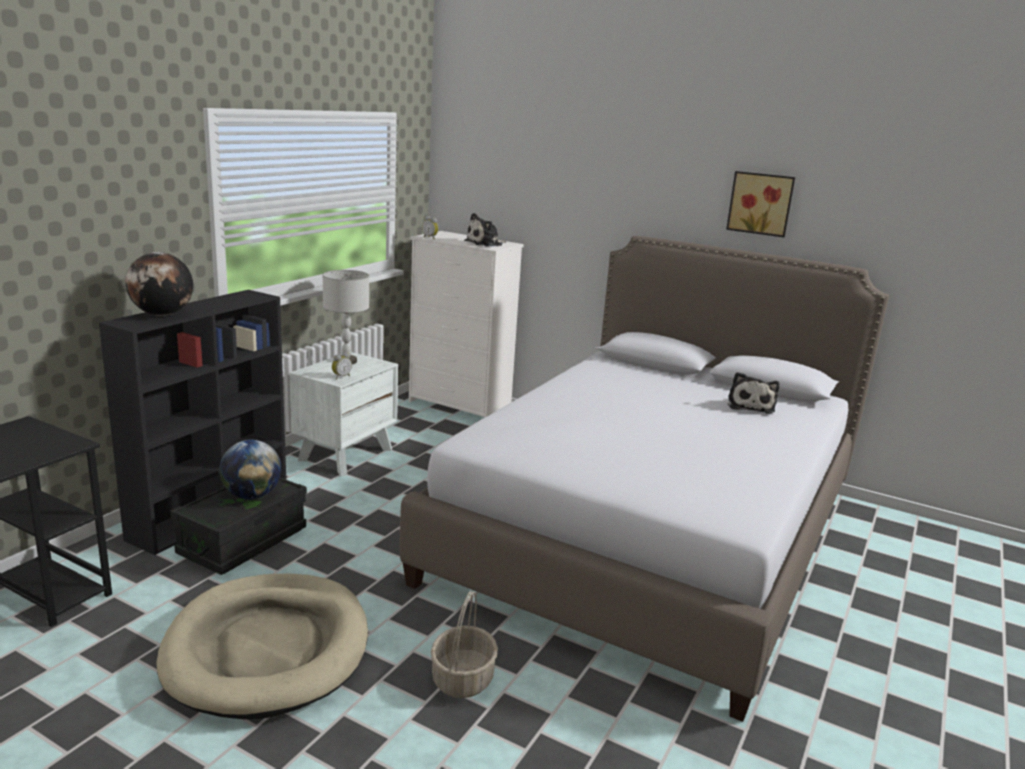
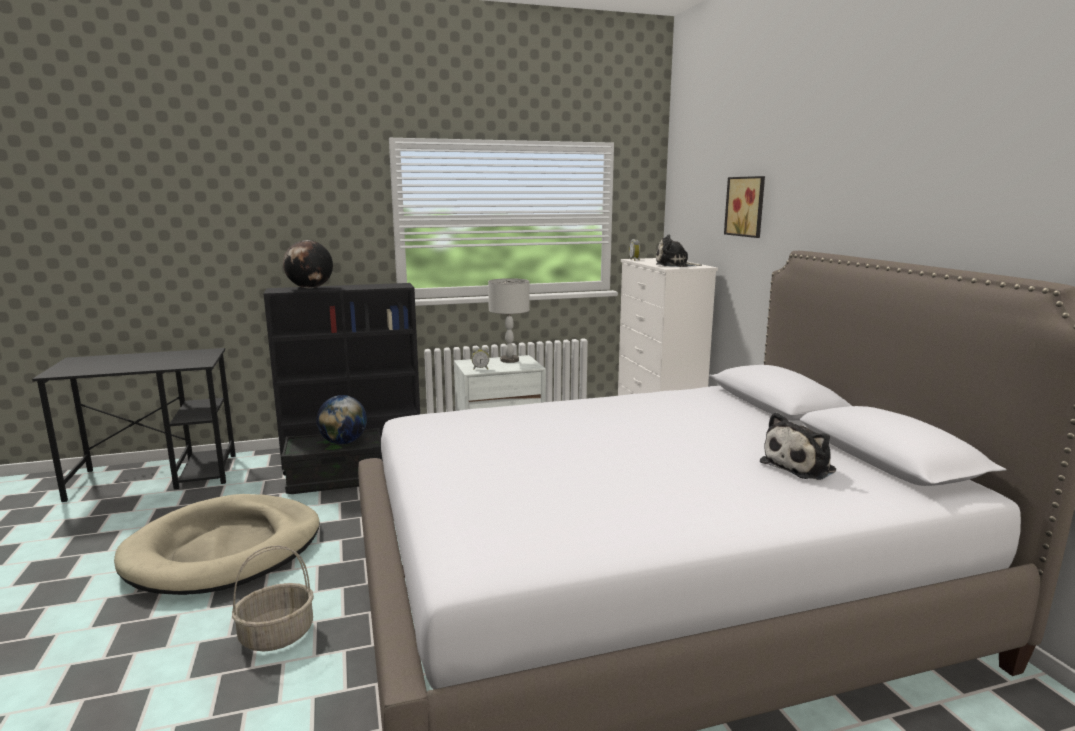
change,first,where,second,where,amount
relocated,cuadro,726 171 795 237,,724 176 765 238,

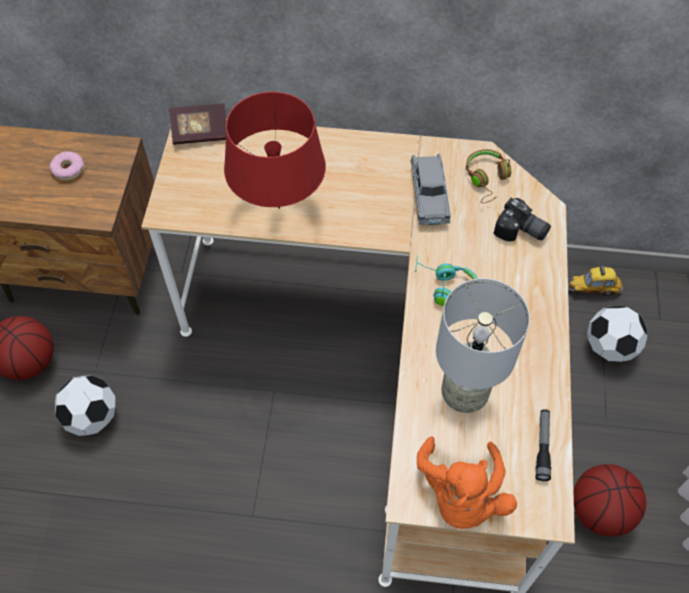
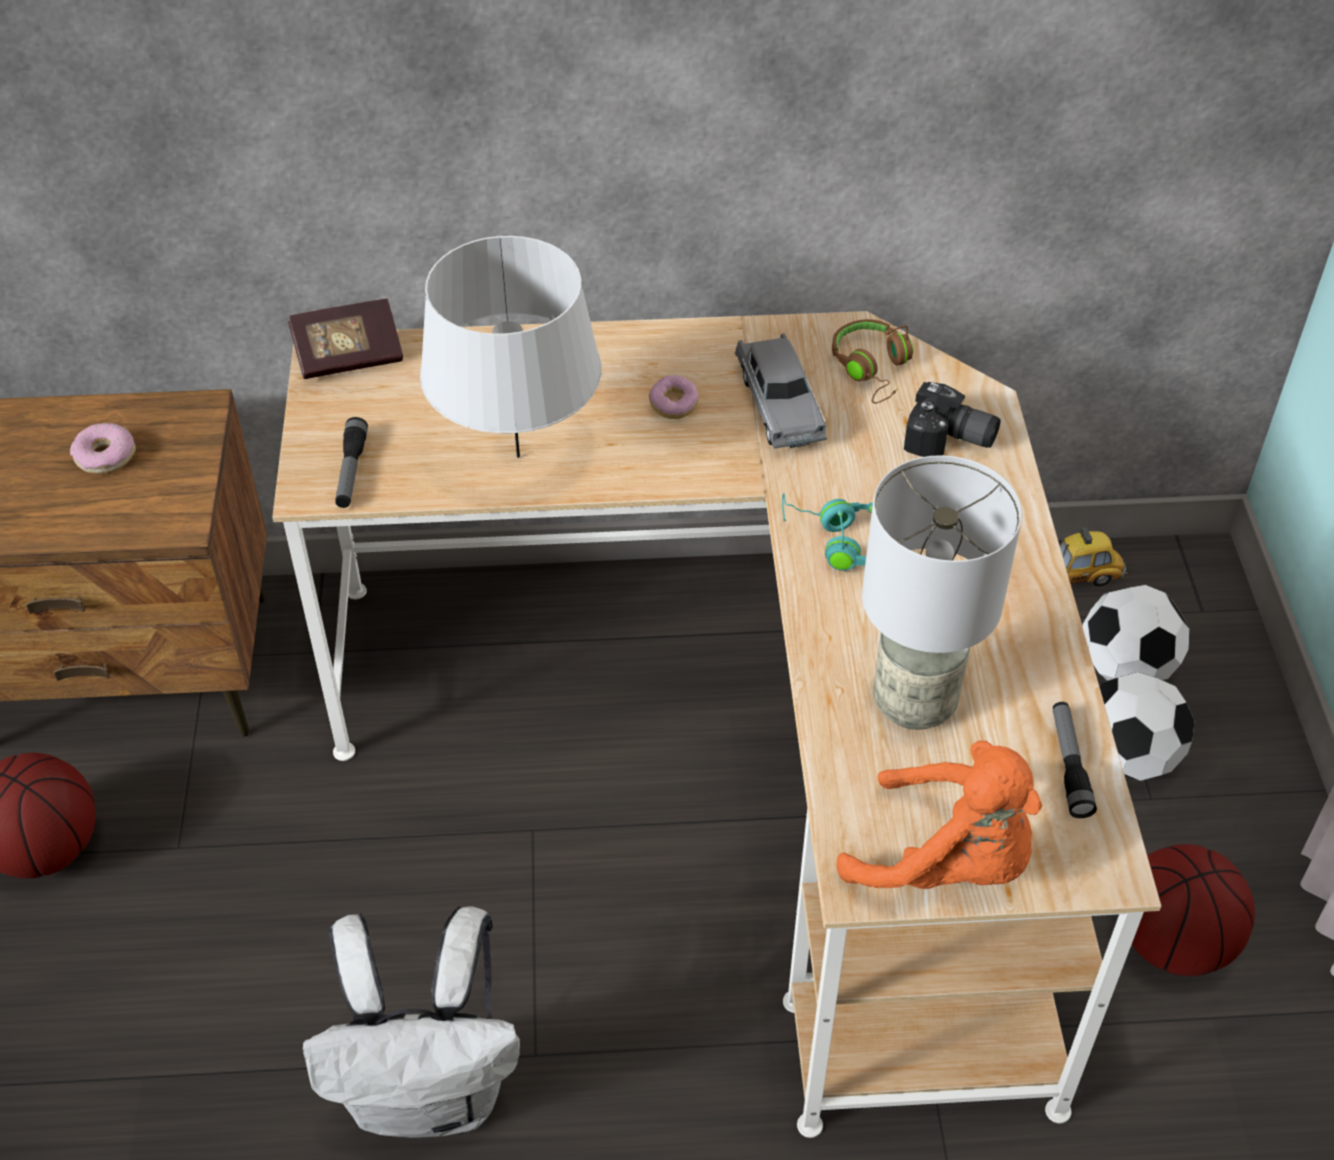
change,first,where,second,where,amount
appeared,,,mochila [blanco],303 907 520 1138,
appeared,,,linterna,335 417 368 508,
colour,lámpara de mesa [rojo],224 92 326 209,lámpara de mesa [gris],420 236 601 458,
appeared,,,rosquilla,649 375 699 419,
spun,peluche [naranja],417 436 517 529,,836 741 1042 889,60 degrees counterclockwise
relocated,balón de fútbol,54 375 115 436,,1099 672 1194 781,

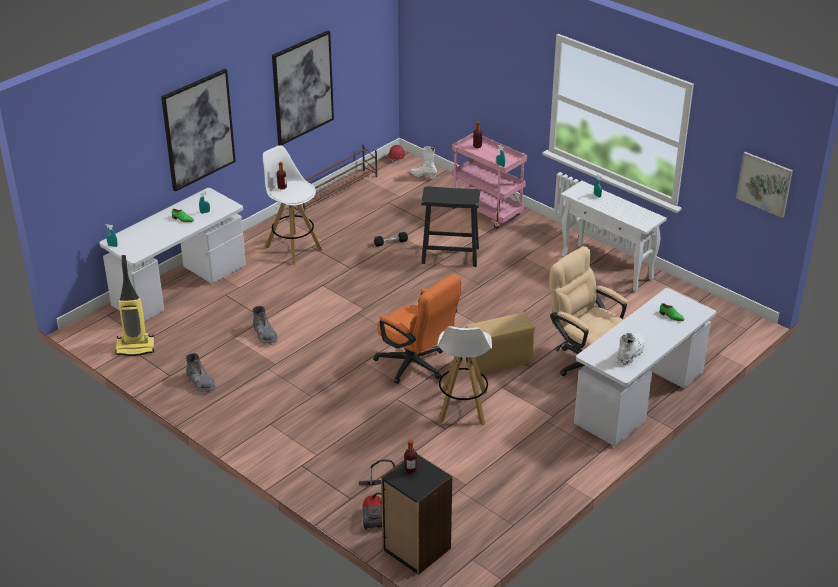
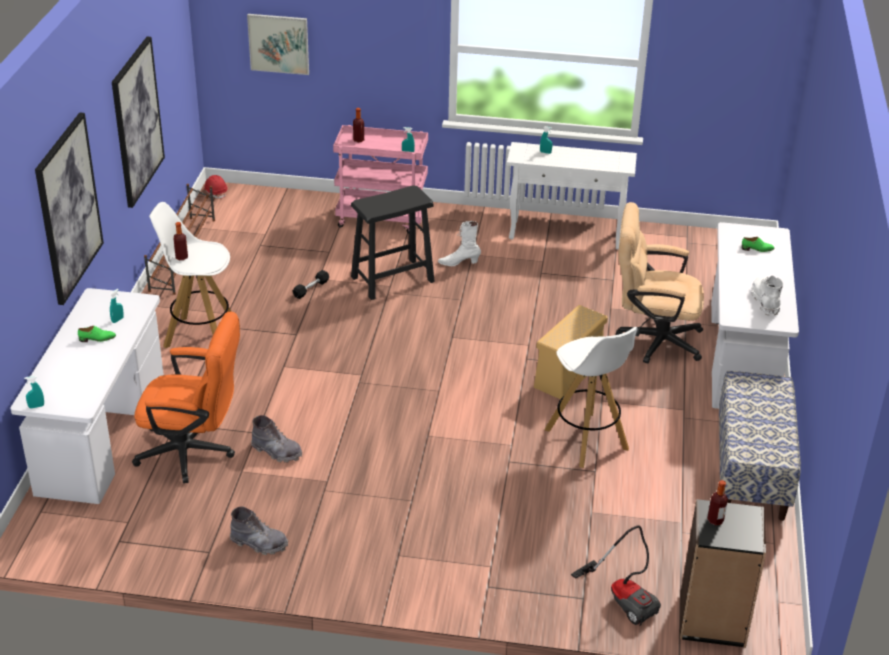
change,first,where,second,where,amount
relocated,silla de oficina [naranja],373 274 461 384,,132 312 240 483,
relocated,cuadro,736 152 793 218,,247 14 309 75,
relocated,bota [blanco],410 146 437 179,,438 221 481 266,
appeared,,,banco,719 371 801 521,
missing,aspiradora,115 255 155 356,,,

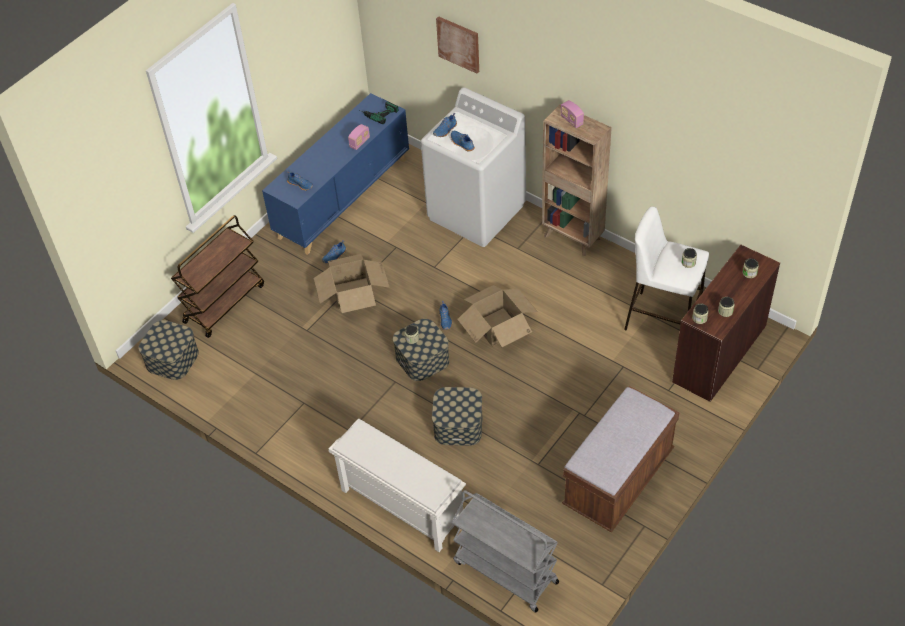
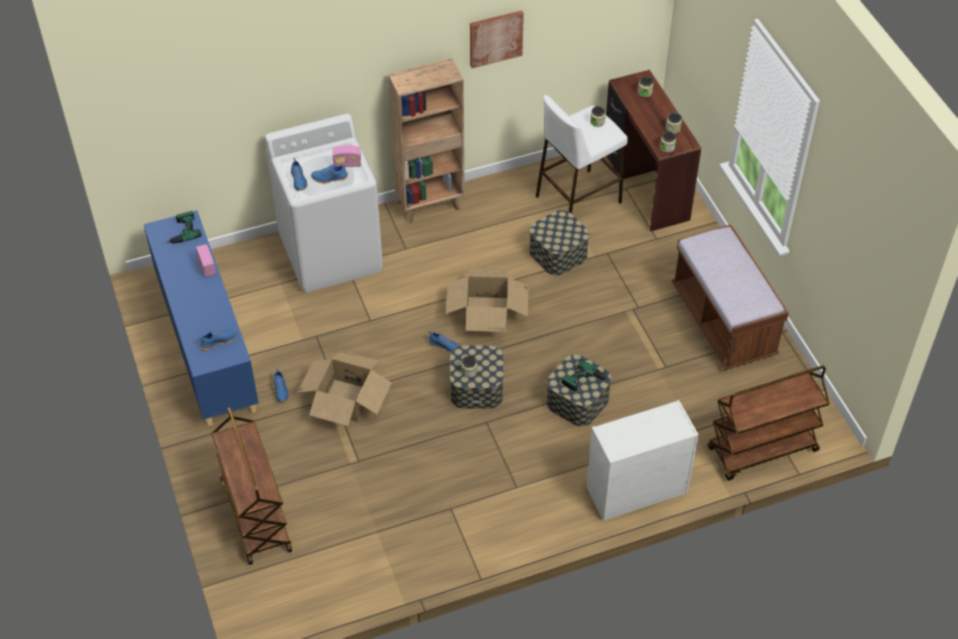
change,first,where,second,where,amount
relocated,radio,561 100 584 128,,332 145 361 167,
relocated,cuadro,436 16 479 73,,470 10 524 68,
relocated,caja de almacenaje,138 320 199 380,,529 210 590 276,
appeared,,,taladro,561 359 612 392,
exchanged,zapatero [blanco],329 419 466 552,cómoda [blanco],586 400 699 522,
colour,carrito [gris],452 490 559 613,carrito [marrón],708 366 830 481,

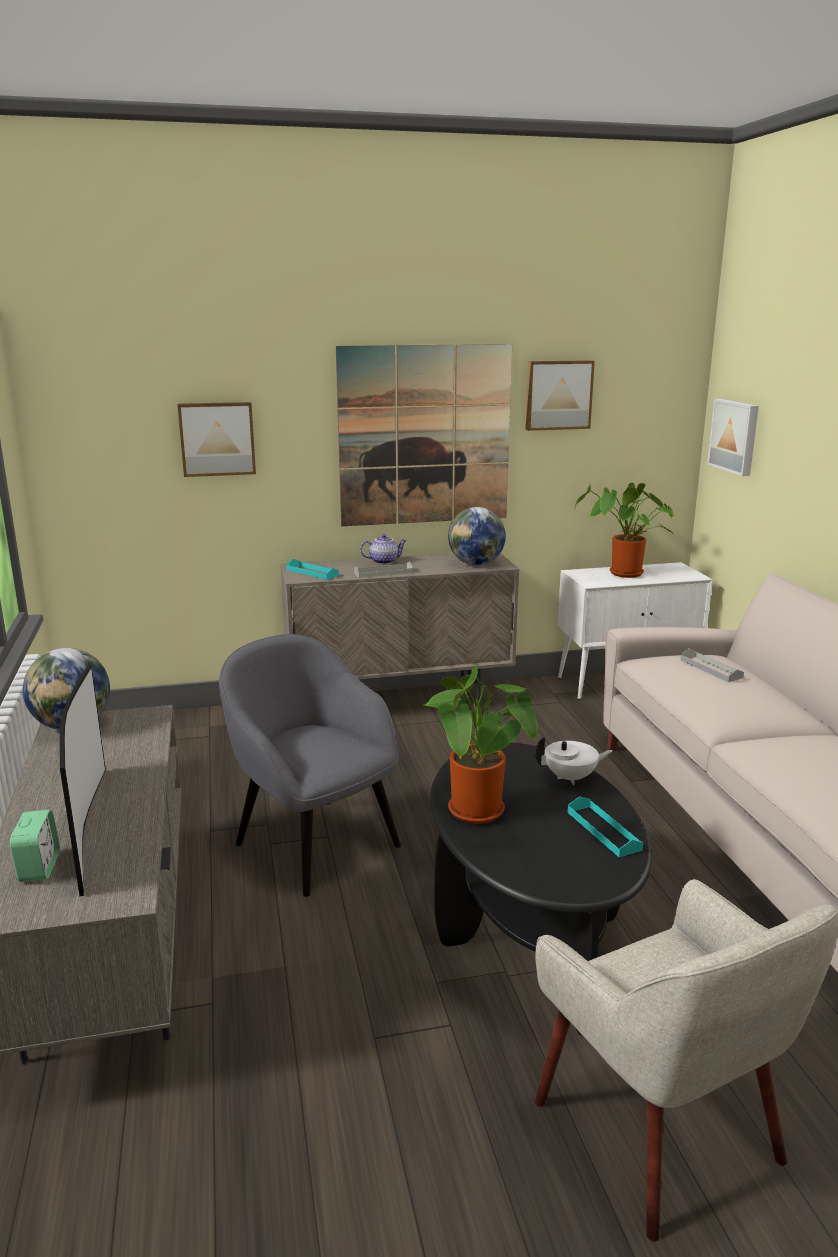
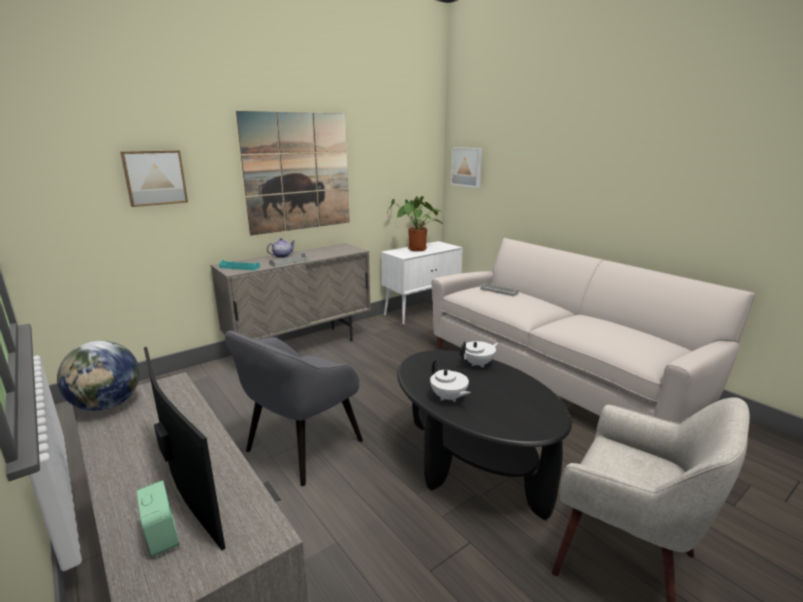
change,first,where,second,where,amount
spun,sillón [gris],219 634 401 897,,225 331 363 486,75 degrees counterclockwise
exchanged,planta en maceta,424 664 538 824,tetera [blanco],430 360 471 402,
missing,globo terráqueo,448 507 506 566,,,
missing,cuadro,525 360 595 431,,,
missing,bandeja [turquesa],567 796 643 857,,,

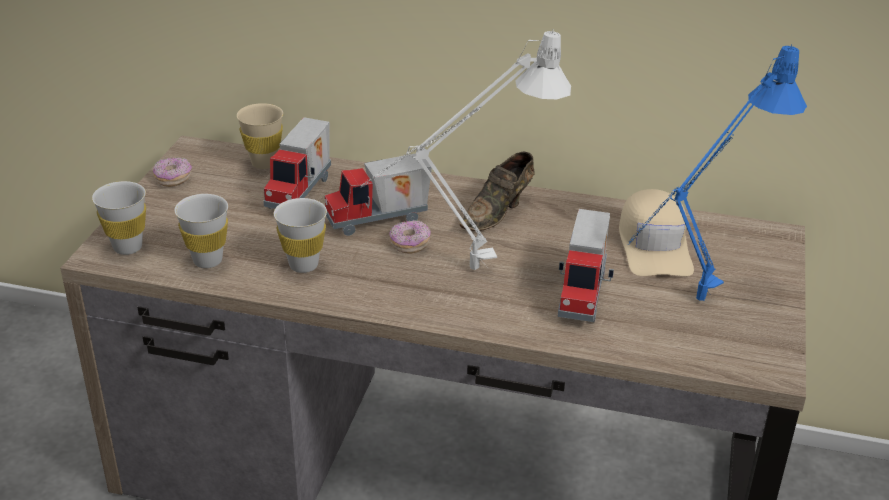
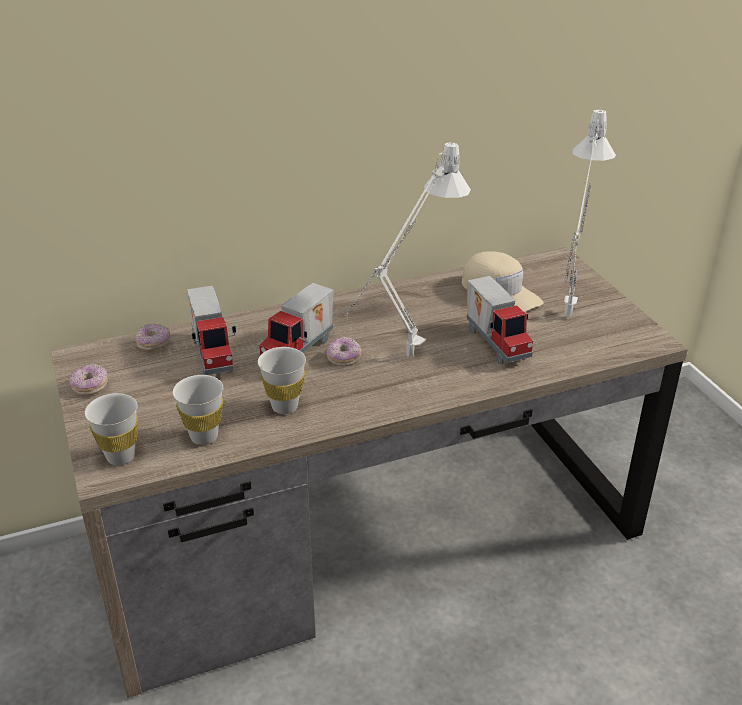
change,first,where,second,where,amount
exchanged,taza [beis],237 103 283 169,rosquilla,136 324 170 351,
colour,lámpara de mesa [azul],628 45 807 301,lámpara de mesa [blanco],564 107 616 317,
missing,zapato [marrón],460 152 535 231,,,

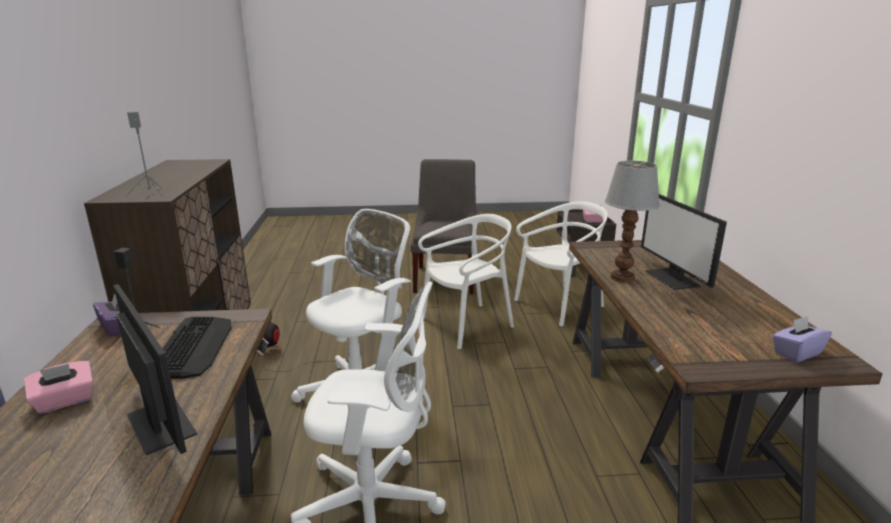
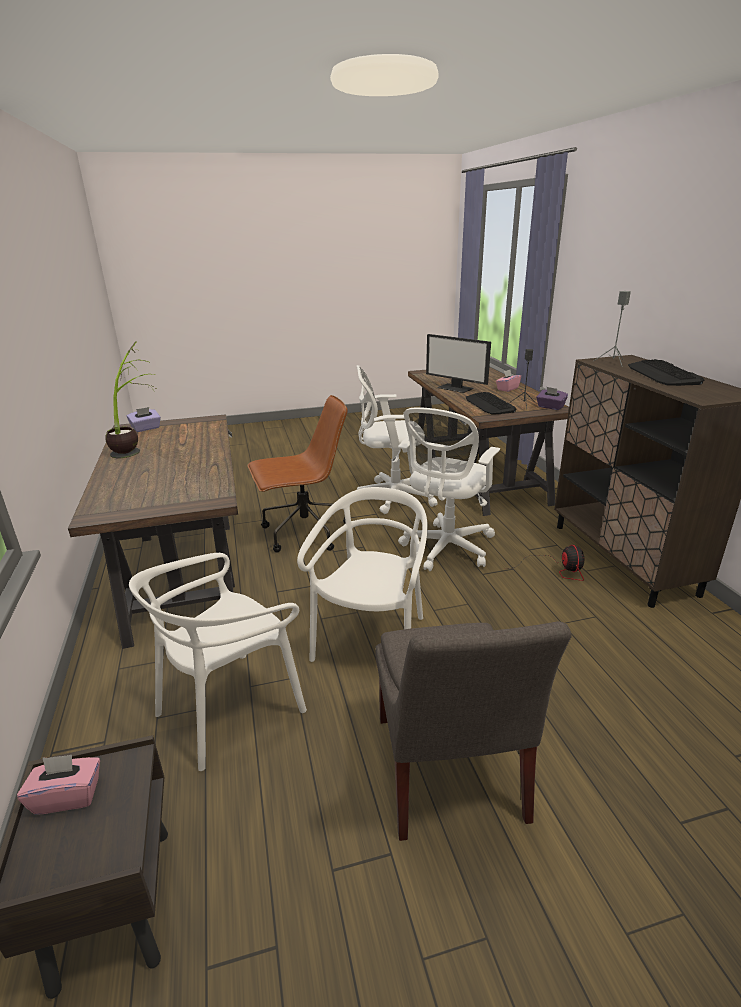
change,first,where,second,where,amount
appeared,,,planta en maceta,105 341 155 458,
appeared,,,silla de oficina [marrón],247 395 348 552,
spun,silla [blanco],418 214 514 349,,297 487 428 662,150 degrees clockwise
appeared,,,teclado,628 359 704 386,
missing,lámpara de mesa,605 161 660 283,,,
missing,monitor,641 194 727 290,,,

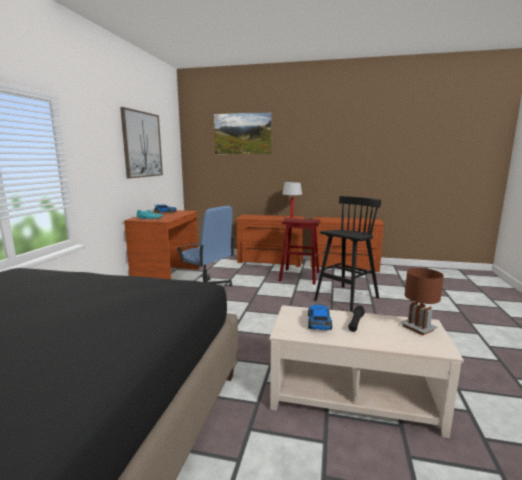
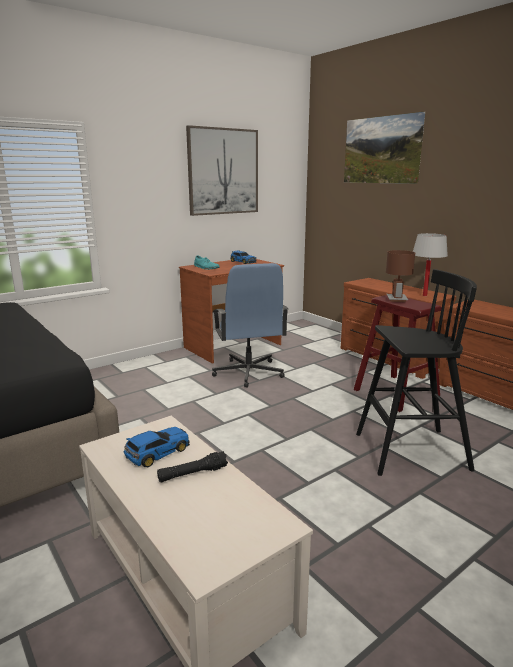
change,first,where,second,where,amount
relocated,lámpara de mesa [marrón],400 268 444 335,,386 250 415 302,

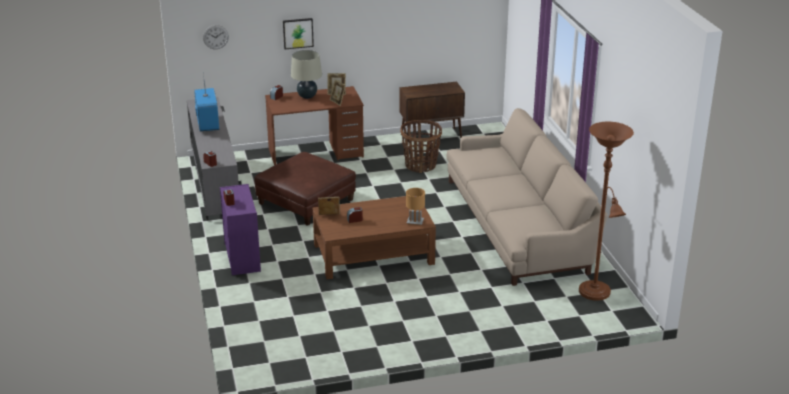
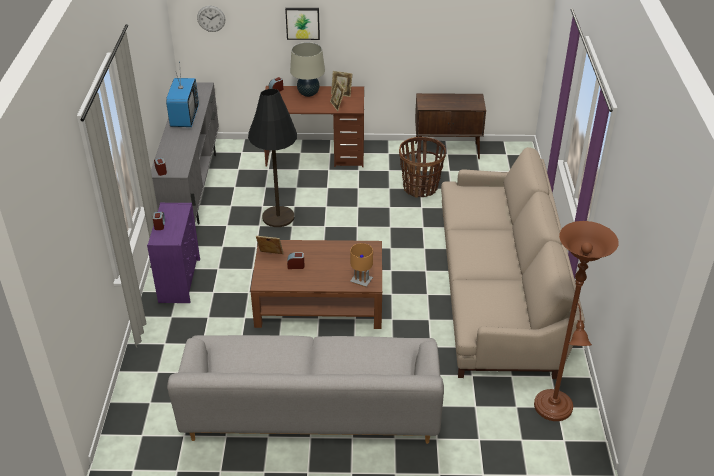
change,first,where,second,where,amount
appeared,,,sofá [gris],167 335 444 444,
exchanged,puf [marrón],255 152 356 226,lámpara de pie [negro],248 89 297 227,

